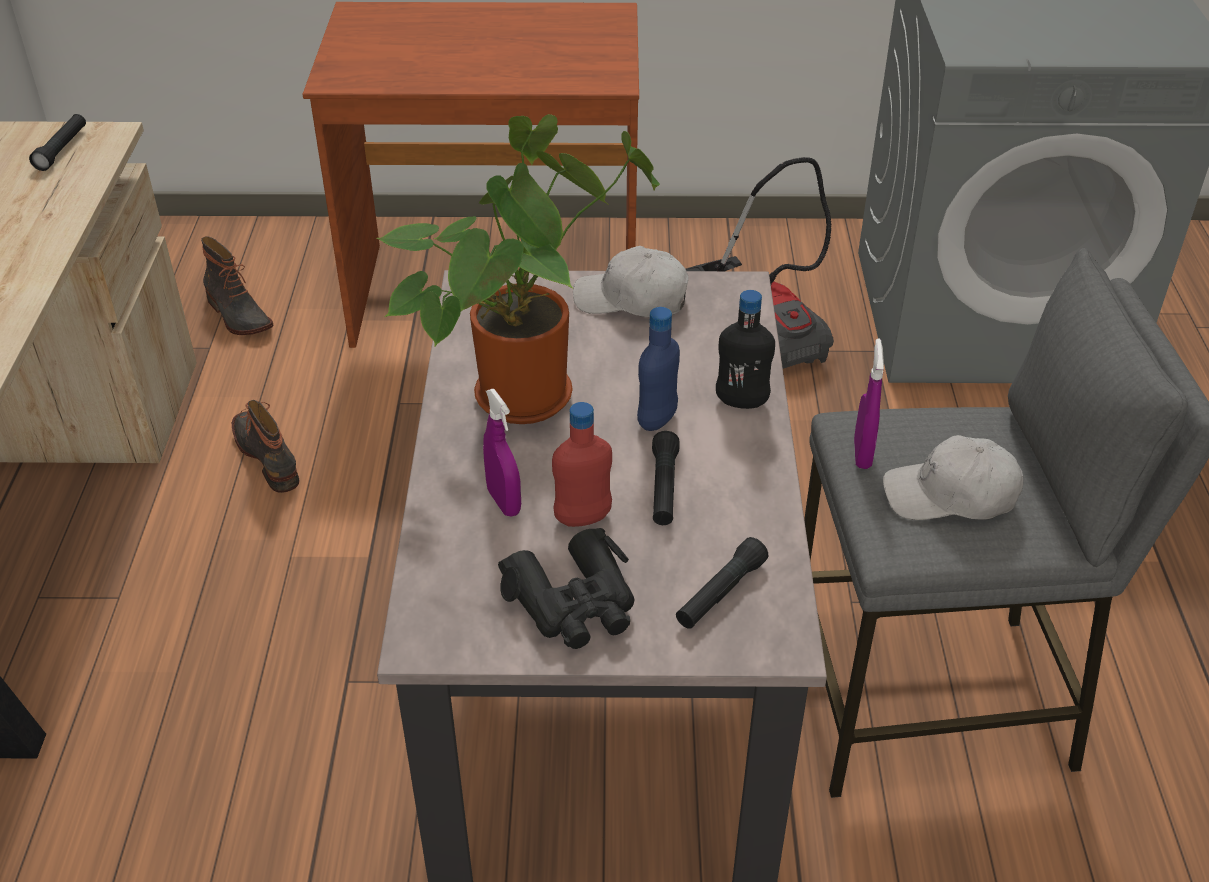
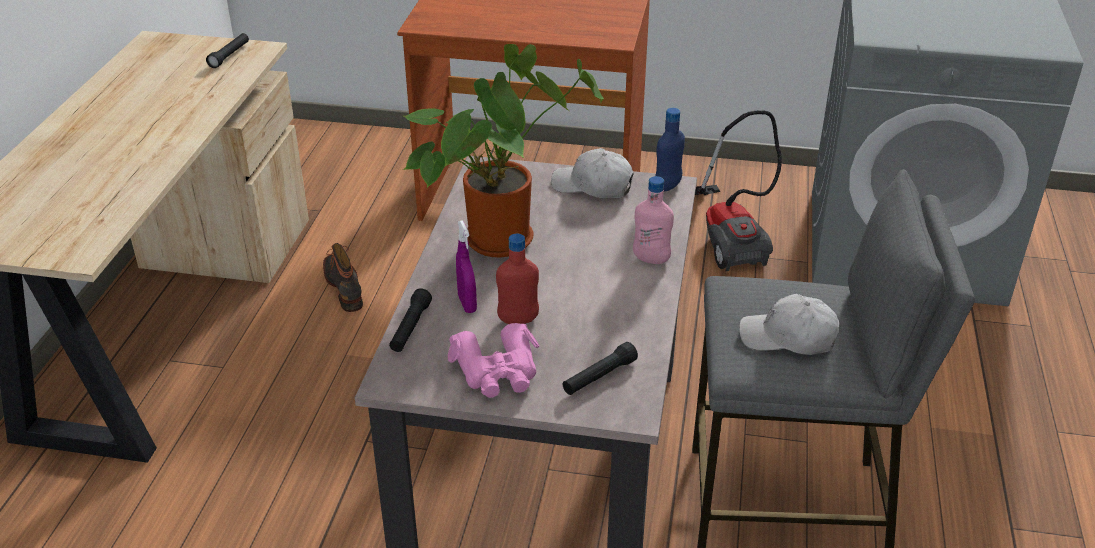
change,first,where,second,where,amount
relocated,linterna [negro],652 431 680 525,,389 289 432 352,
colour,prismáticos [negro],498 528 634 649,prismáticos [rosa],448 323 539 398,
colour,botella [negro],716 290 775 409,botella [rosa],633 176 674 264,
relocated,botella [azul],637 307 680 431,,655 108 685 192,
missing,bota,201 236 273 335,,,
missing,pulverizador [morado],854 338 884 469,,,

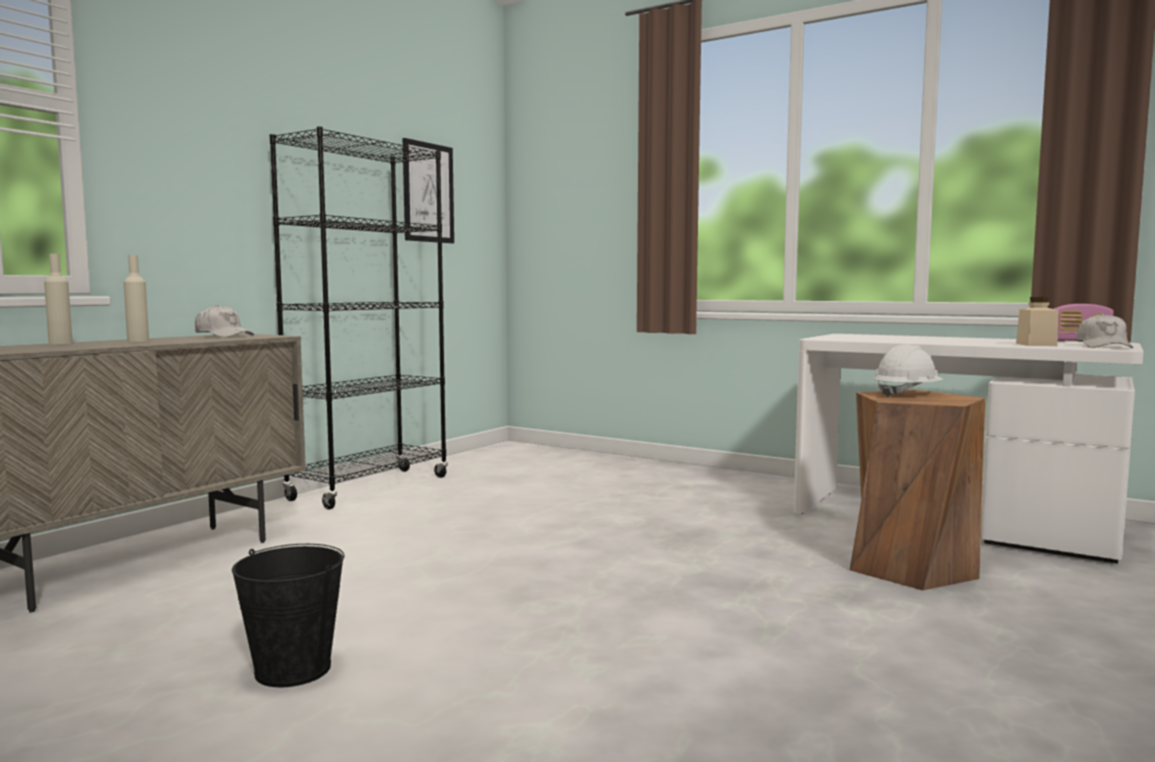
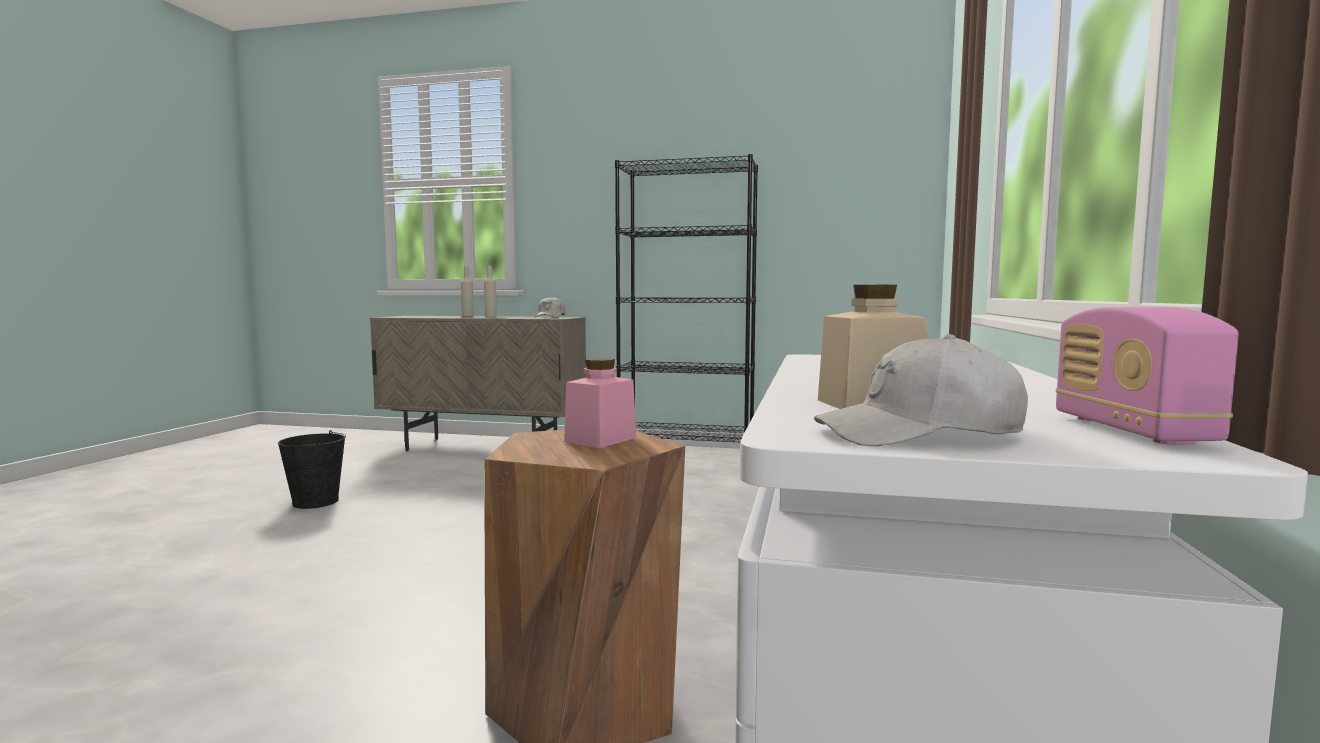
change,first,where,second,where,amount
exchanged,casco [blanco],874 345 944 398,tarro [rosa],564 358 636 448,
missing,cuadro,403 138 454 243,,,

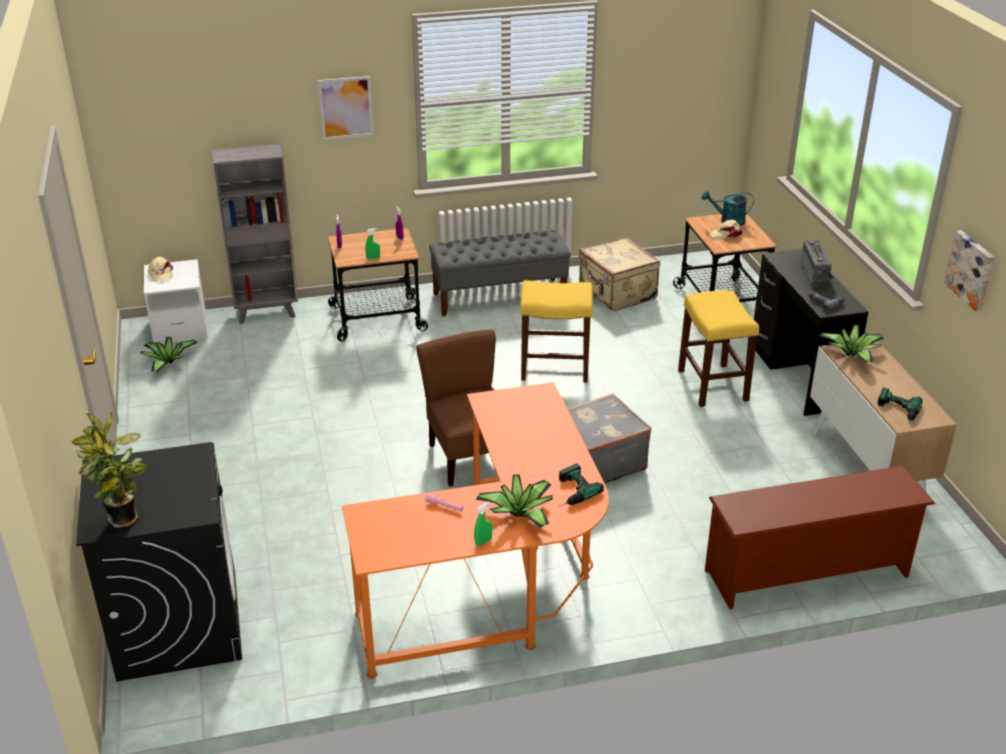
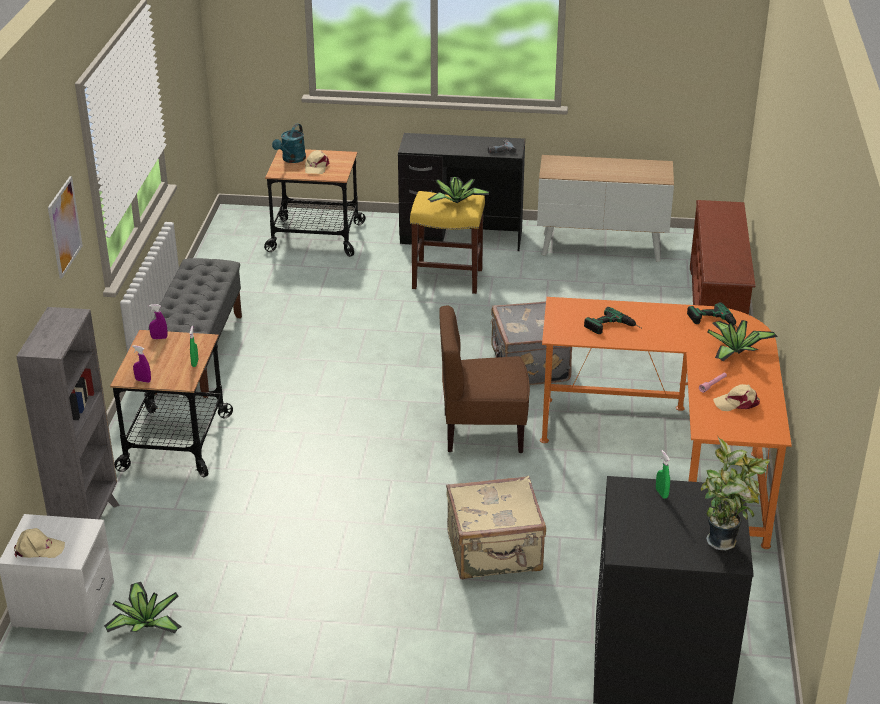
change,first,where,second,where,amount
relocated,planta en maceta,819 325 884 363,,428 177 490 203,
relocated,maleta [beis],579 237 660 311,,446 476 546 579,
relocated,taladro,878 388 922 425,,584 307 641 334,
relocated,pulverizador [verde],474 502 492 546,,656 450 670 499,
appeared,,,gorra [beis],713 384 760 411,
missing,taburete [amarillo],520 280 593 382,,,
missing,radio,801 241 834 287,,,
missing,cuadro,944 230 995 311,,,

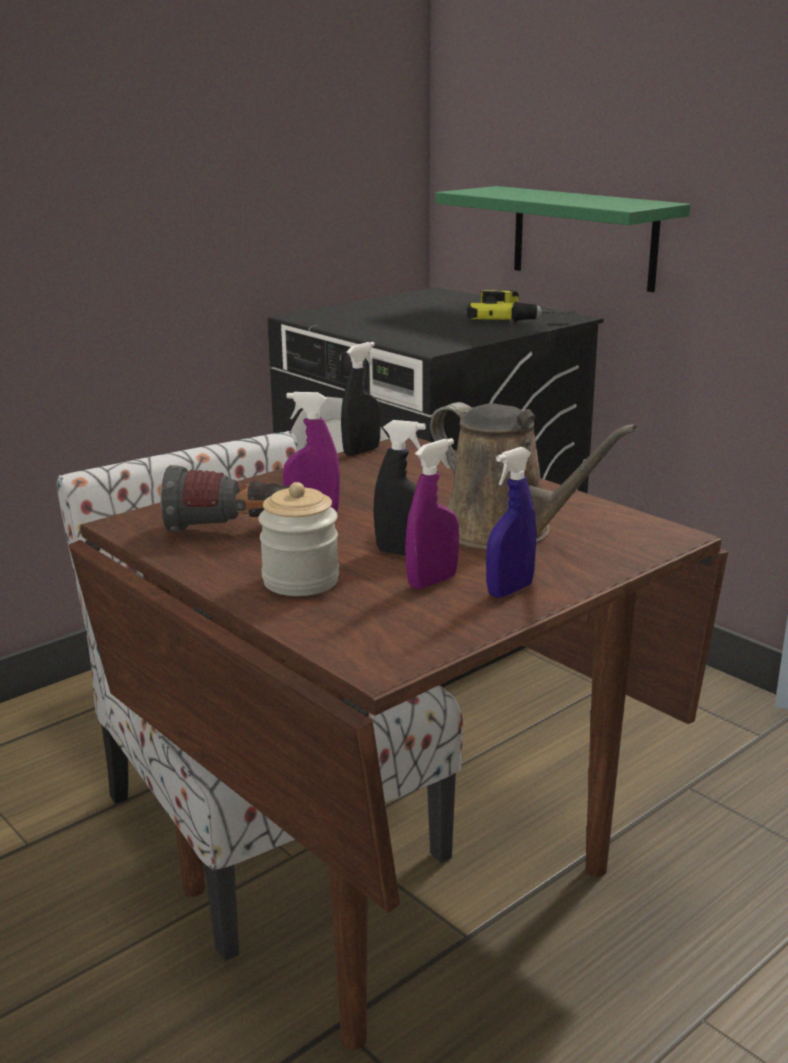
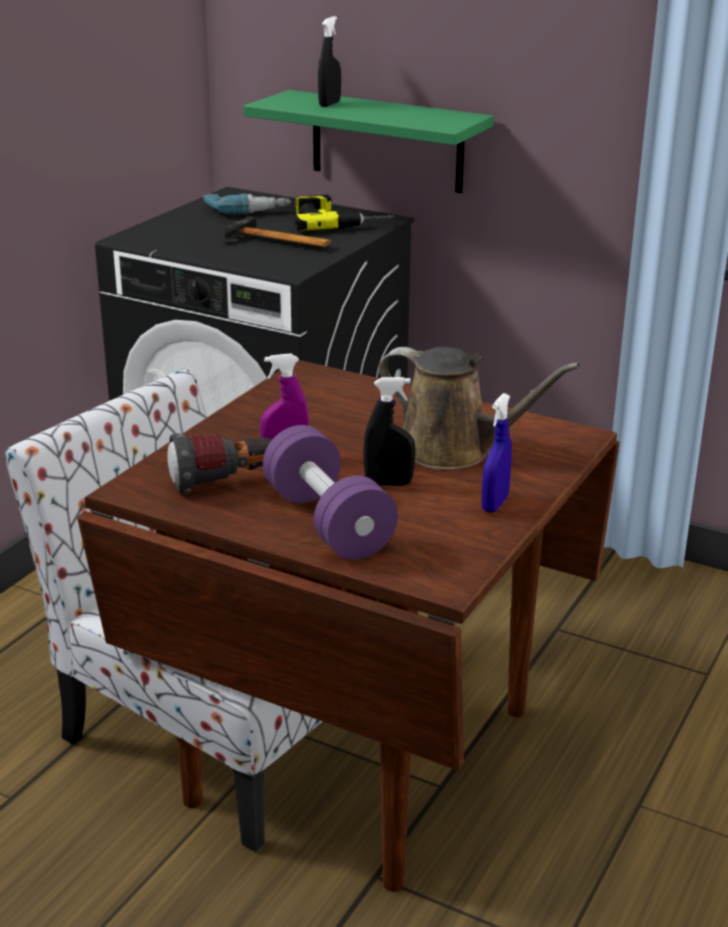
change,first,where,second,where,amount
appeared,,,taladro,203 193 292 215,
appeared,,,martillo,223 216 331 247,
exchanged,tarro,258 482 339 596,mancuerna [morado],263 425 398 560,
relocated,pulverizador [negro],341 342 381 456,,318 16 341 107,
missing,pulverizador [morado],405 438 459 589,,,

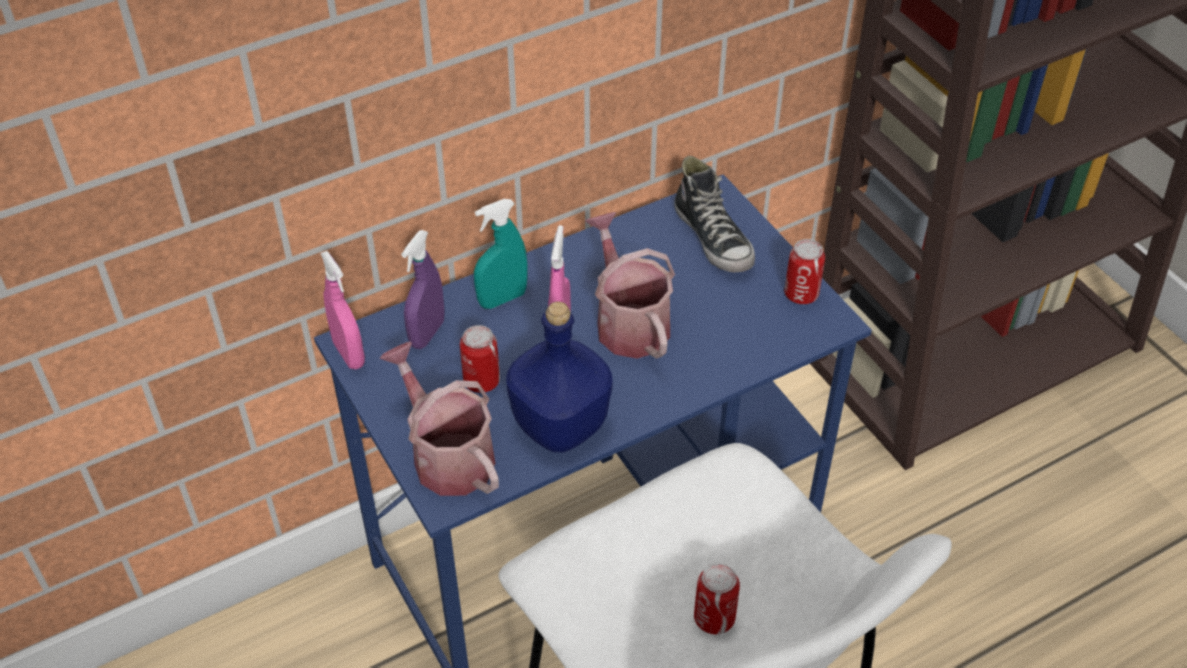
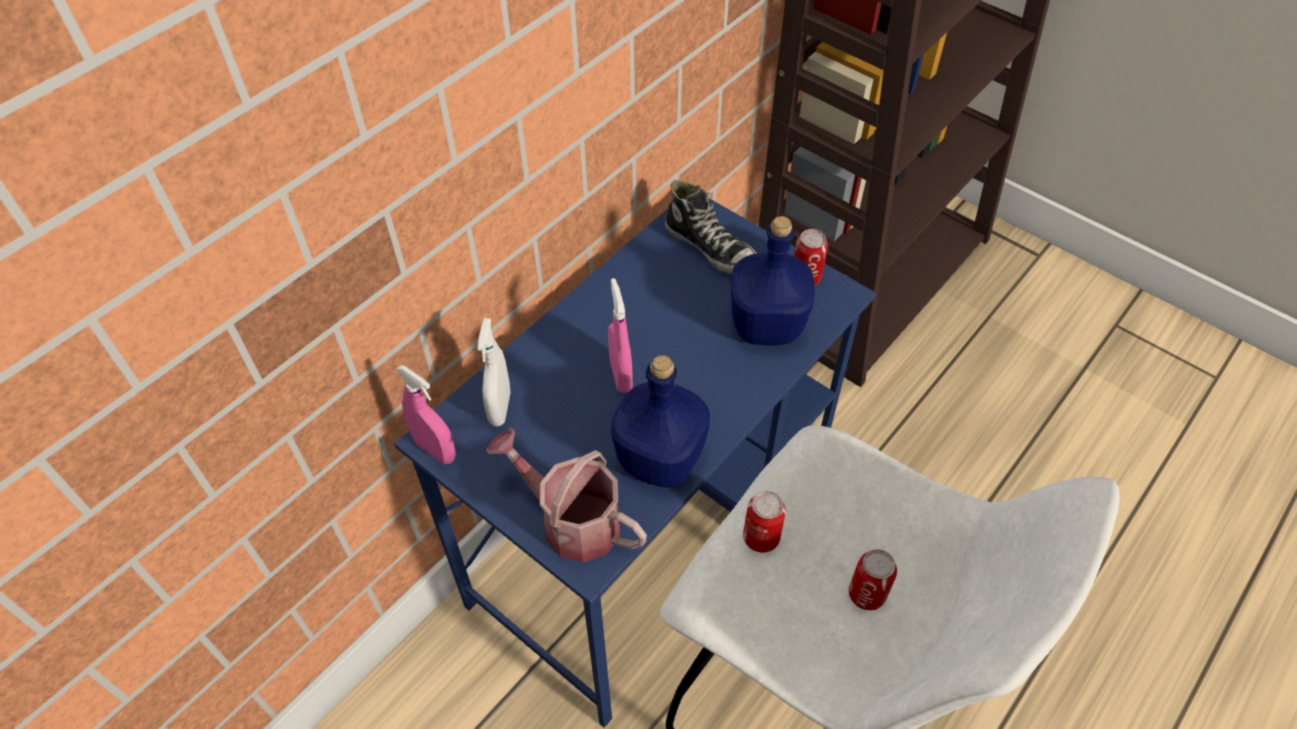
change,first,where,second,where,amount
colour,pulverizador [morado],401 230 445 349,pulverizador [blanco],477 318 510 427,
appeared,,,botella [azul],731 216 815 346,
relocated,lata,460 325 500 393,,743 491 786 553,
missing,pulverizador [turquesa],474 199 528 309,,,
missing,regadera,585 212 675 359,,,

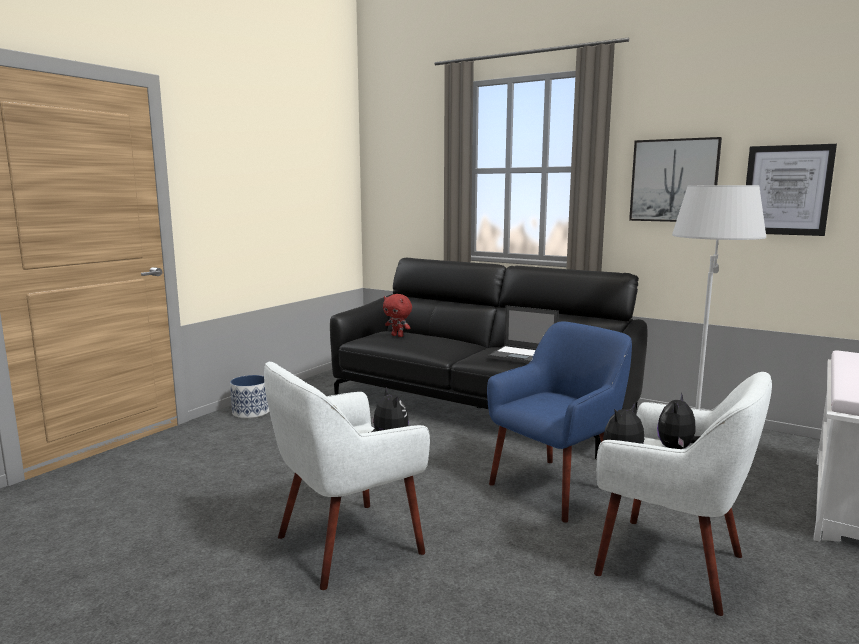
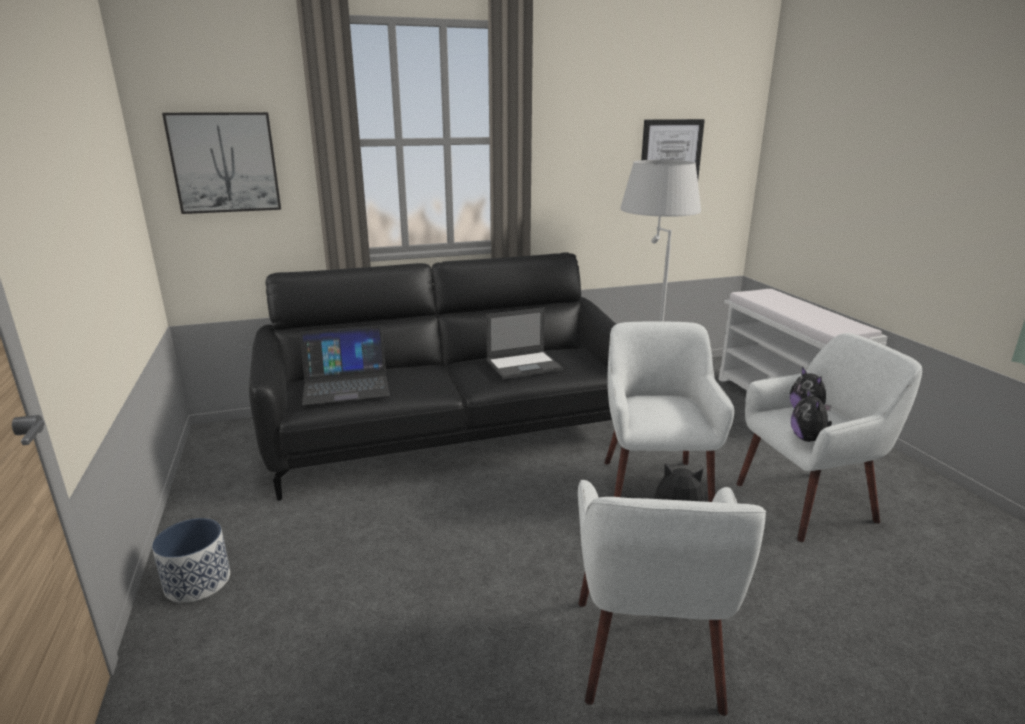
change,first,where,second,where,amount
relocated,cuadro,629 137 722 222,,162 112 281 214,
exchanged,peluche [rojo],383 294 412 337,portátil,300 325 390 405,
colour,sillón [azul],487 322 632 523,sillón [blanco],605 321 734 502,

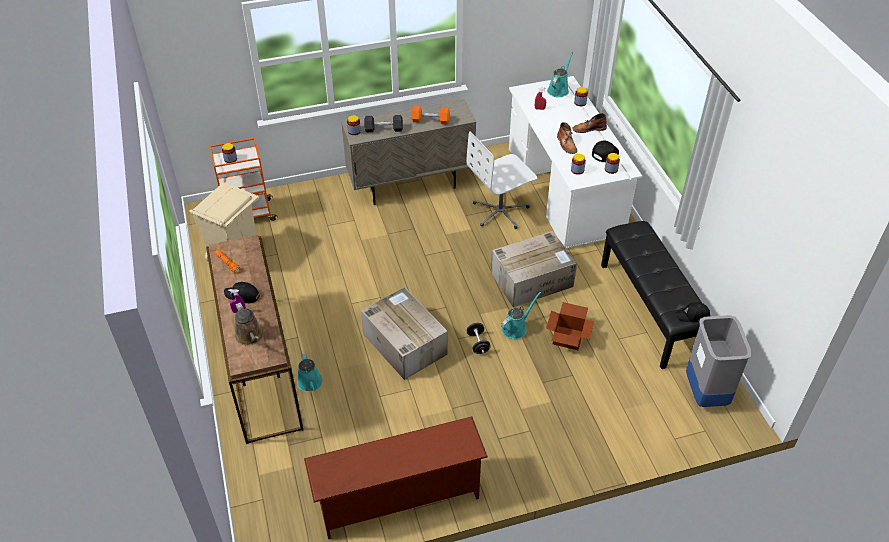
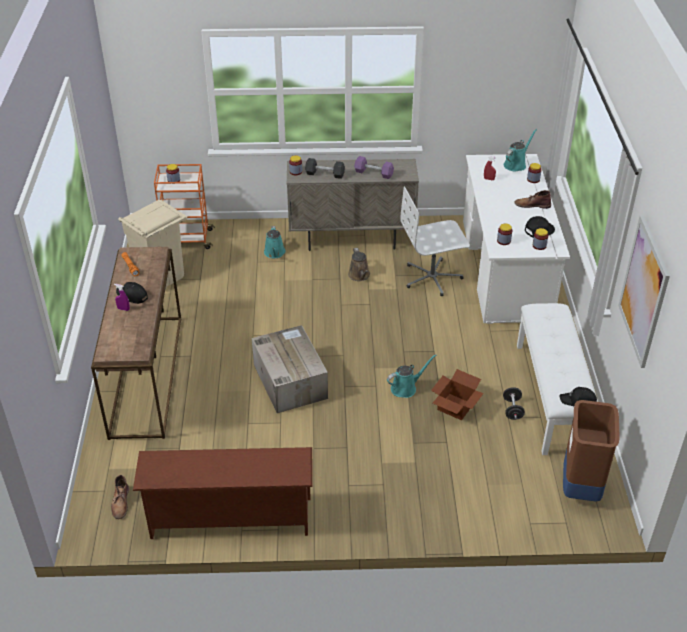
change,first,where,second,where,amount
relocated,bota [marrón],557 122 577 154,,111 475 129 519,
relocated,regadera [turquesa],297 353 323 392,,264 226 286 258,
relocated,regadera [marrón],235 303 263 345,,348 248 370 281,
colour,mancuerna [naranja],411 106 450 124,mancuerna [morado],354 156 394 179,
relocated,mancuerna [negro],467 323 491 354,,503 387 525 420,
colour,banco [negro],601 221 702 369,banco [blanco],517 303 598 455,
colour,papelera [gris],686 315 752 407,papelera [marrón],563 400 620 502,
appeared,,,cuadro,618 215 670 368,
missing,caja de cartón,491 231 577 307,,,

